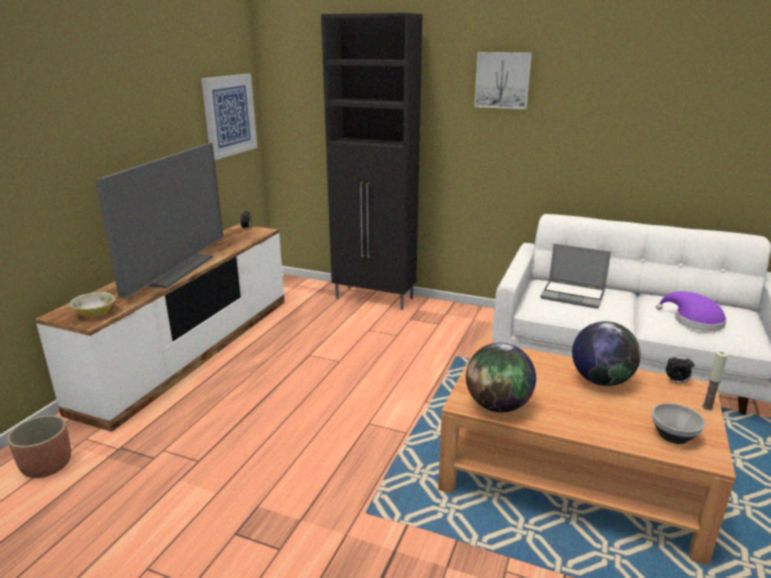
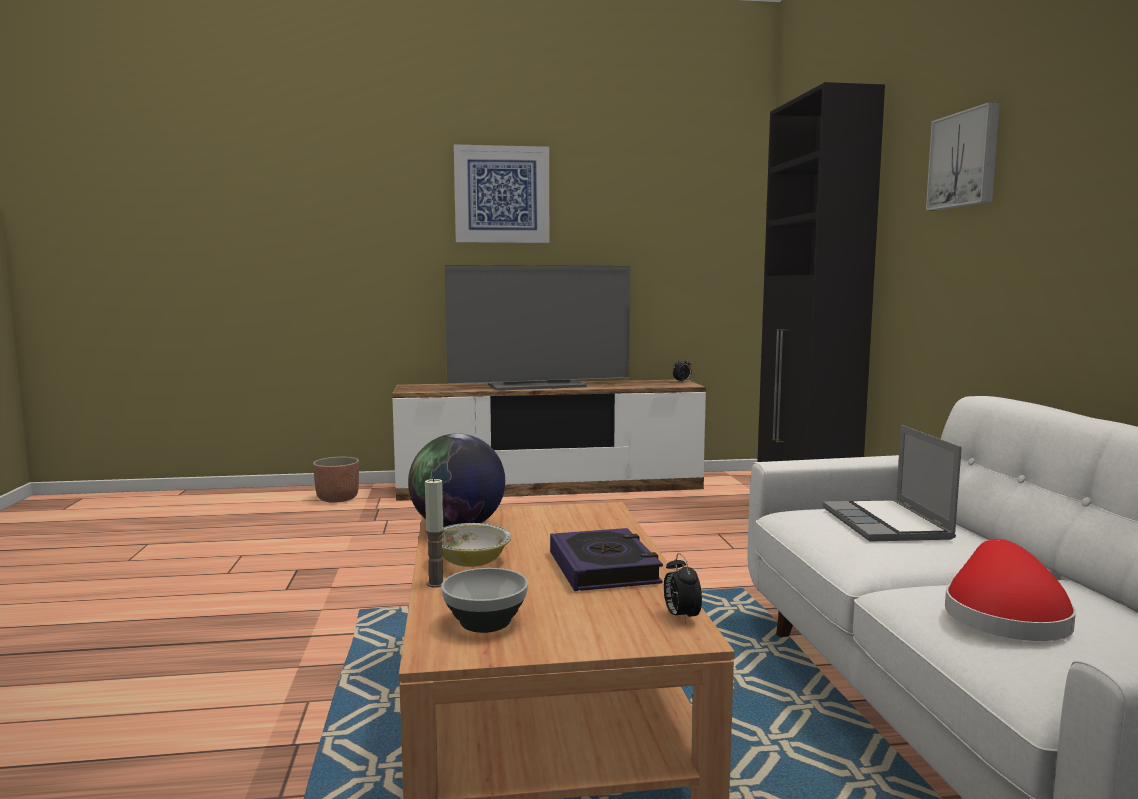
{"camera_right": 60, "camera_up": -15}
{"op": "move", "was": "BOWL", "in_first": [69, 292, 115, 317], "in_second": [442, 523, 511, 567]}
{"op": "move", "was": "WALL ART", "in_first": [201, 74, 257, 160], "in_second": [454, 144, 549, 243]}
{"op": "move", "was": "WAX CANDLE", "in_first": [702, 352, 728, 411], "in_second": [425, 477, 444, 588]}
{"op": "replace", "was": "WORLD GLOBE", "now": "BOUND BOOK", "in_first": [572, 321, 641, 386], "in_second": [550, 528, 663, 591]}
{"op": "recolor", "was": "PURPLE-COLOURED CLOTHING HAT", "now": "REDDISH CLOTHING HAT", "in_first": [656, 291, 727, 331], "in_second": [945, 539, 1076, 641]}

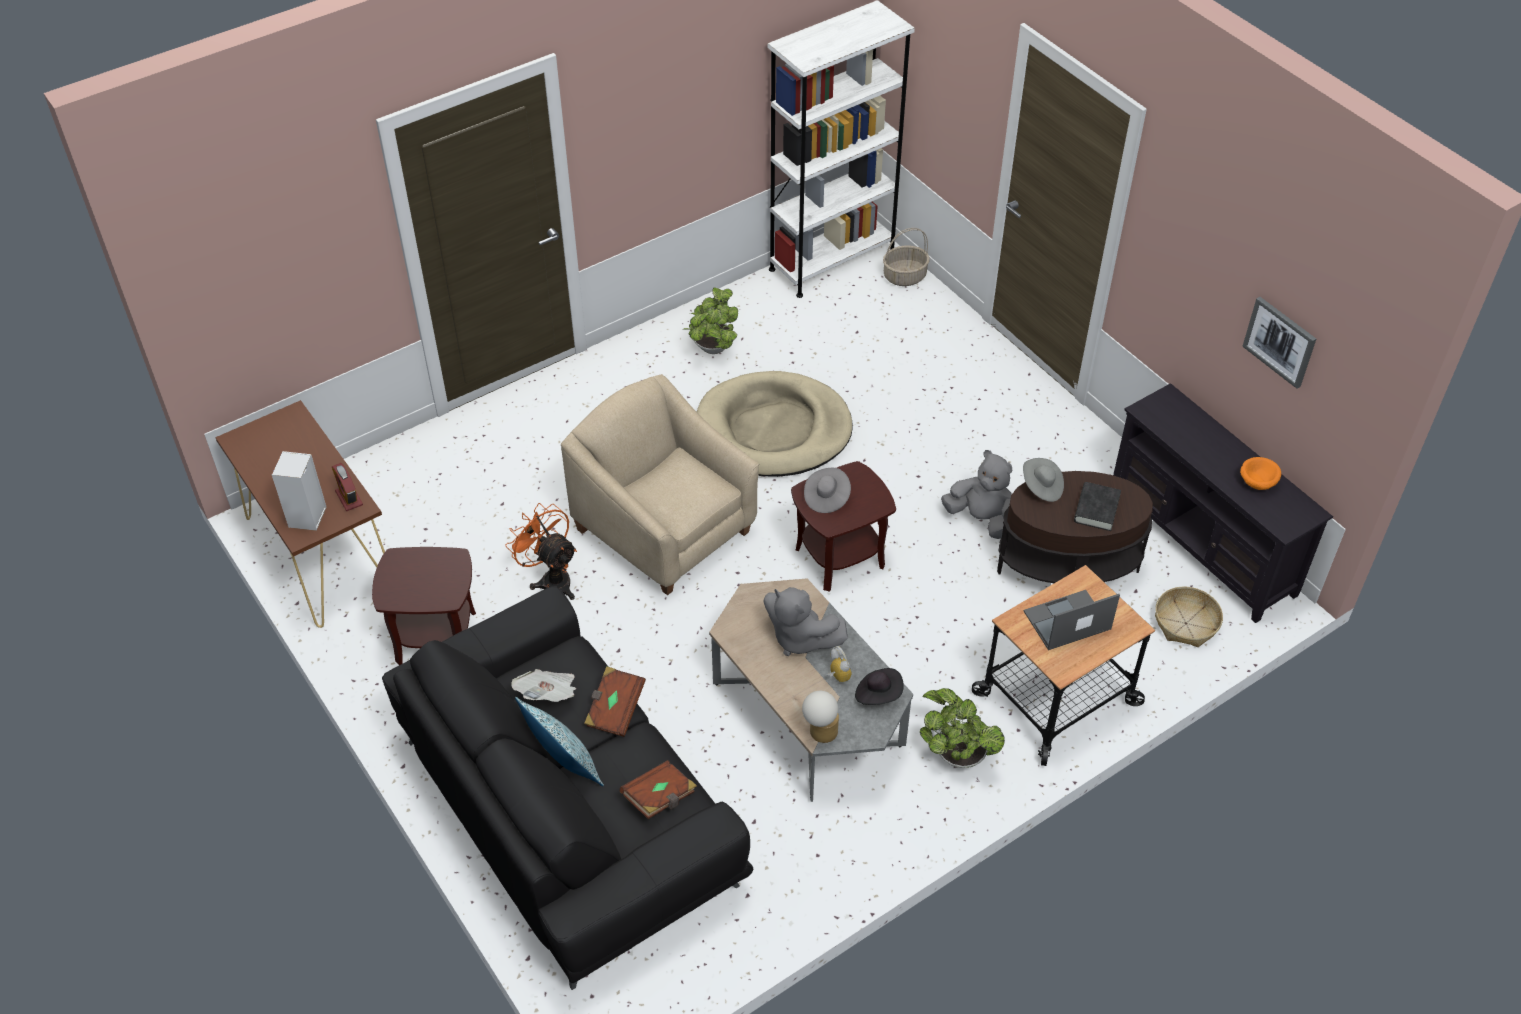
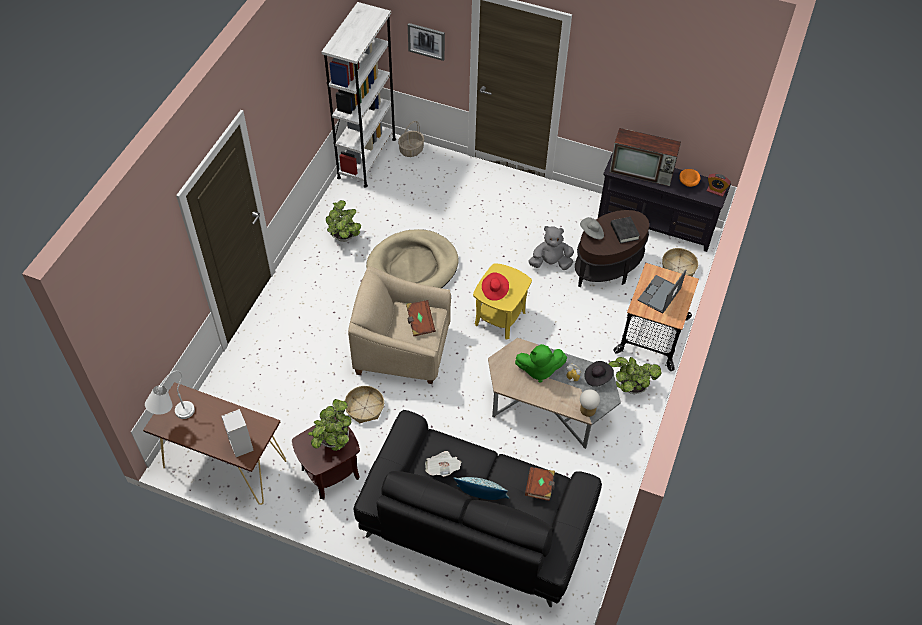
{"camera_right": -35, "camera_up": 5}
{"op": "insert", "now": "WHITE TABLETOP LAMP", "in_second": [145, 370, 195, 419]}
{"op": "insert", "now": "PLANT IN A POT", "in_second": [308, 399, 352, 451]}
{"op": "insert", "now": "TV SET", "in_second": [609, 128, 681, 186]}
{"op": "move", "was": "ALARM CLOCK", "in_first": [332, 463, 363, 511], "in_second": [707, 174, 731, 197]}
{"op": "move", "was": "BROWN BOUND BOOK", "in_first": [584, 666, 646, 737], "in_second": [406, 300, 436, 336]}
{"op": "move", "was": "WALL ART", "in_first": [1242, 297, 1316, 389], "in_second": [408, 23, 445, 61]}
{"op": "replace", "was": "ORANGE COOLING FAN", "now": "BASKET", "in_first": [506, 503, 577, 600], "in_second": [345, 386, 384, 423]}
{"op": "recolor", "was": "GREY CUDDLY TOY", "now": "GREEN-COLOURED CUDDLY TOY", "in_first": [764, 587, 848, 656], "in_second": [515, 344, 567, 383]}
{"op": "recolor", "was": "BROWN END TABLE", "now": "YELLOW-COLOURED END TABLE", "in_first": [791, 461, 896, 592], "in_second": [473, 263, 532, 340]}
{"op": "recolor", "was": "GREY CLOTHING HAT", "now": "REDDISH CLOTHING HAT", "in_first": [804, 468, 851, 513], "in_second": [482, 272, 509, 301]}

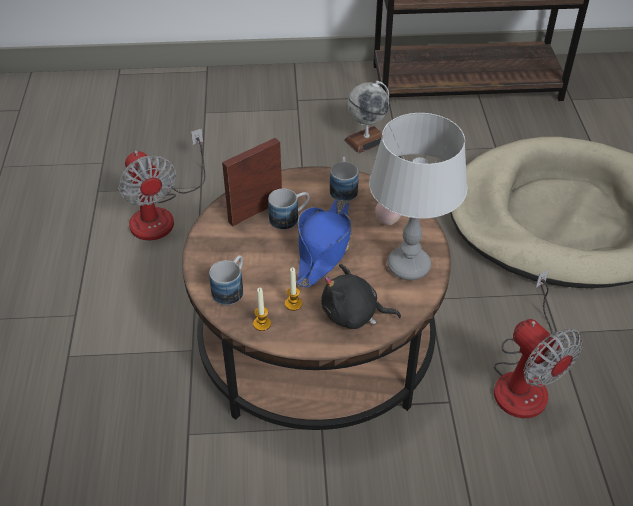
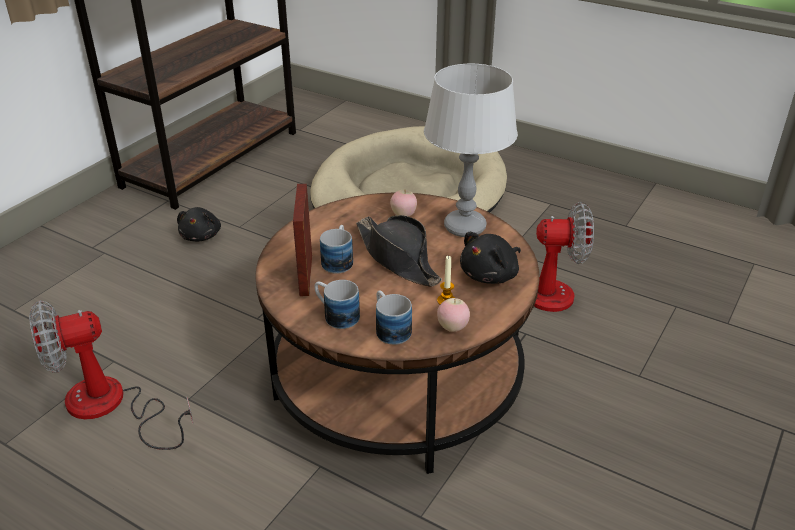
{"camera_right": -55, "camera_up": -10}
{"op": "move", "was": "MUG", "in_first": [330, 157, 359, 201], "in_second": [314, 280, 360, 329]}
{"op": "replace", "was": "WAX CANDLE", "now": "APPLE", "in_first": [253, 288, 271, 331], "in_second": [437, 298, 470, 332]}
{"op": "replace", "was": "WORLD GLOBE", "now": "BLACK CUDDLY TOY", "in_first": [344, 81, 389, 154], "in_second": [177, 207, 221, 242]}
{"op": "recolor", "was": "BLUISH CLOTHING HAT", "now": "BLACK CLOTHING HAT", "in_first": [297, 200, 352, 287], "in_second": [356, 215, 442, 287]}
{"op": "rotate", "was": "COOLING FAN", "in_first": [118, 128, 205, 240], "in_second": [29, 300, 193, 450], "clockwise": 150}

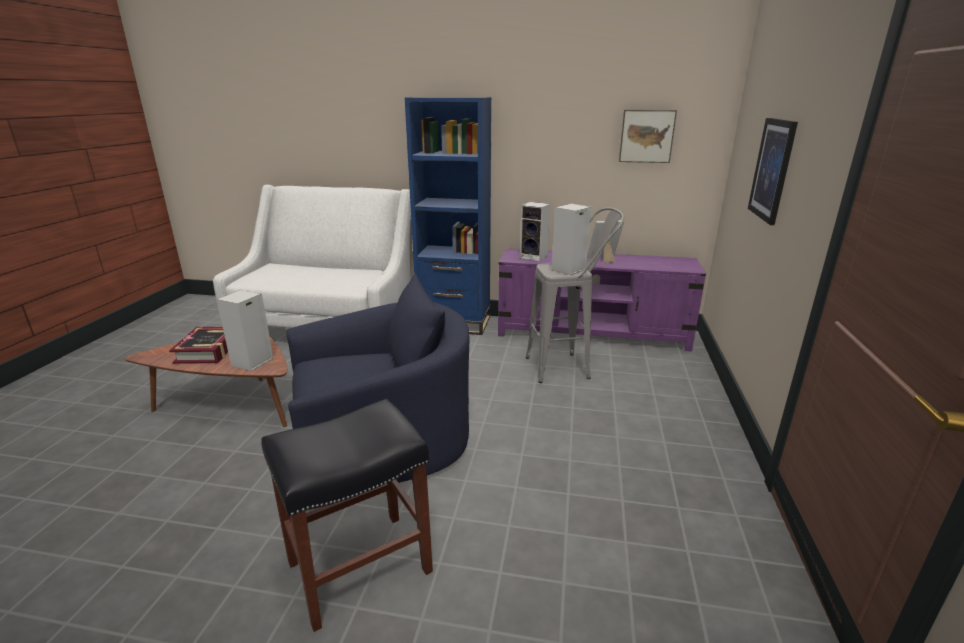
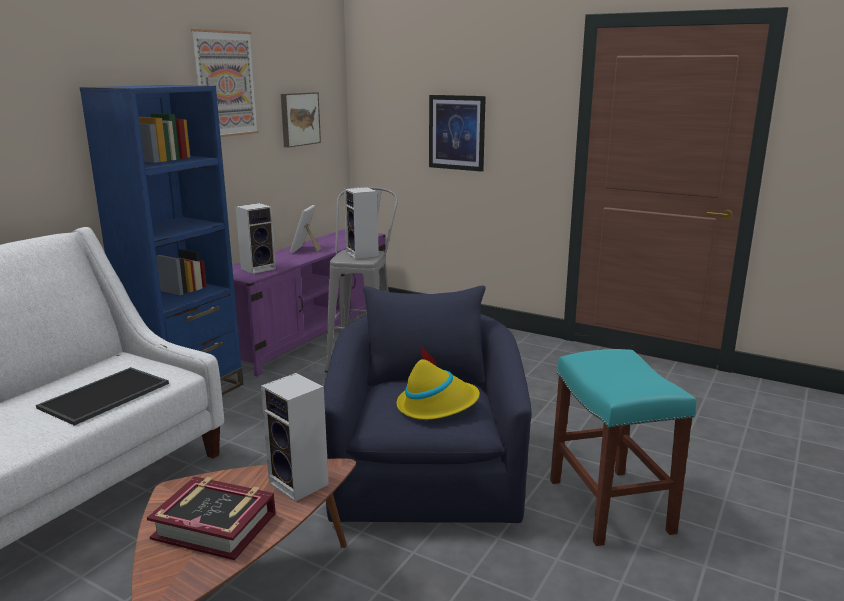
{"camera_right": -70, "camera_up": -5}
{"op": "insert", "now": "SERVING TRAY", "in_second": [36, 367, 169, 426]}
{"op": "insert", "now": "WALL ART", "in_second": [191, 29, 259, 137]}
{"op": "insert", "now": "YELLOW-COLOURED CLOTHING HAT", "in_second": [397, 345, 480, 420]}
{"op": "recolor", "was": "BLACK STOOL", "now": "BLUE-GREEN STOOL", "in_first": [261, 399, 433, 632], "in_second": [550, 349, 696, 546]}

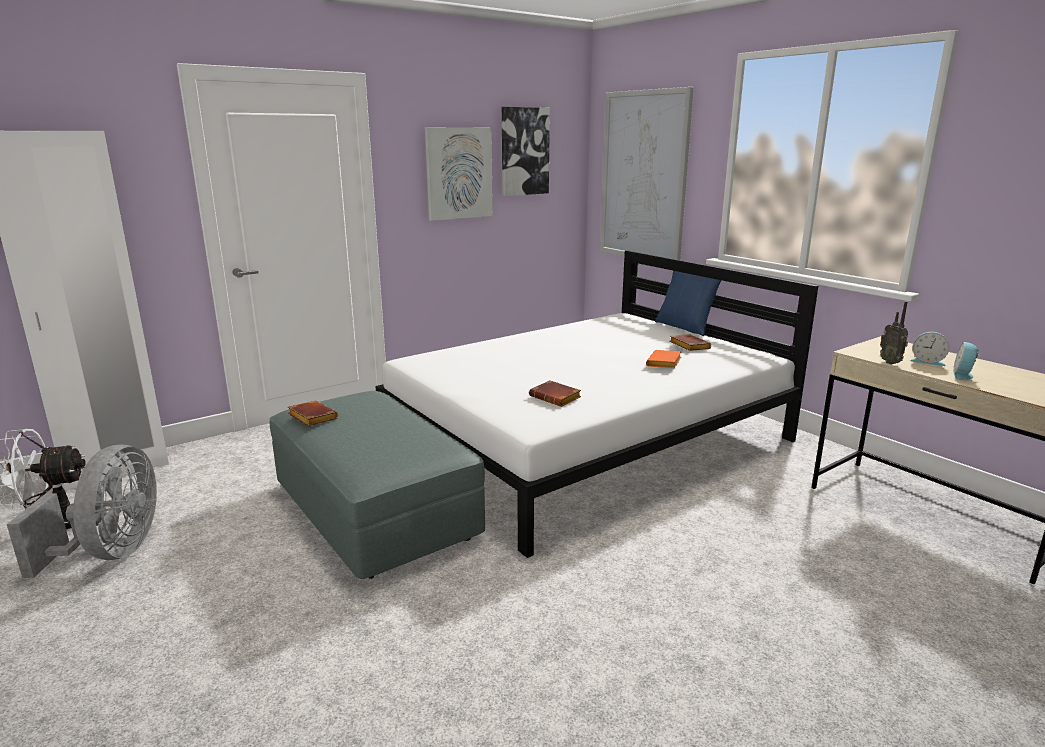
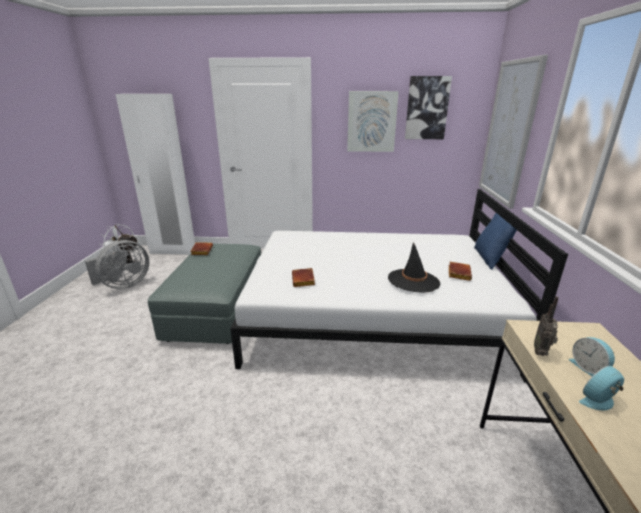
{"camera_right": 40, "camera_up": 5}
{"op": "replace", "was": "ORANGE BOUND BOOK", "now": "BLACK CLOTHING HAT", "in_first": [646, 350, 681, 368], "in_second": [388, 242, 440, 293]}

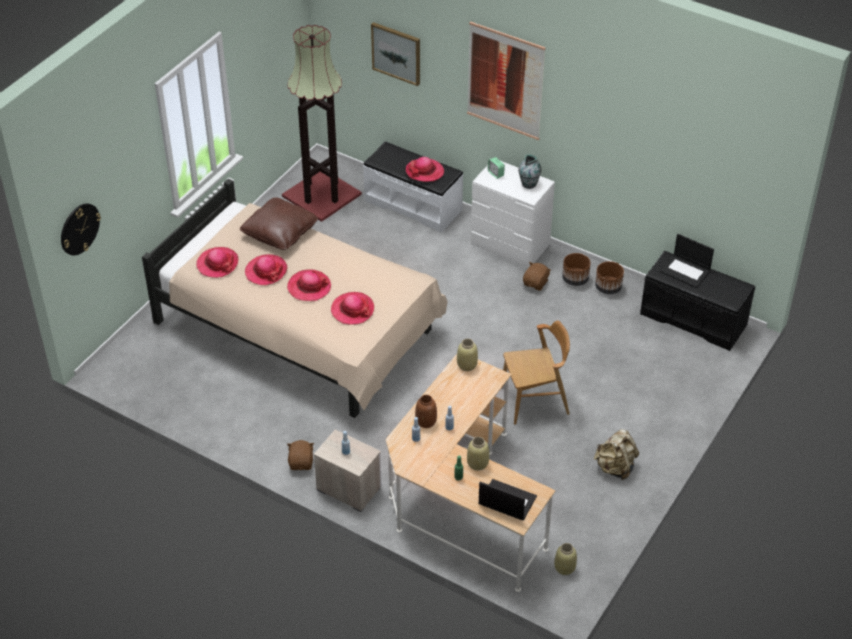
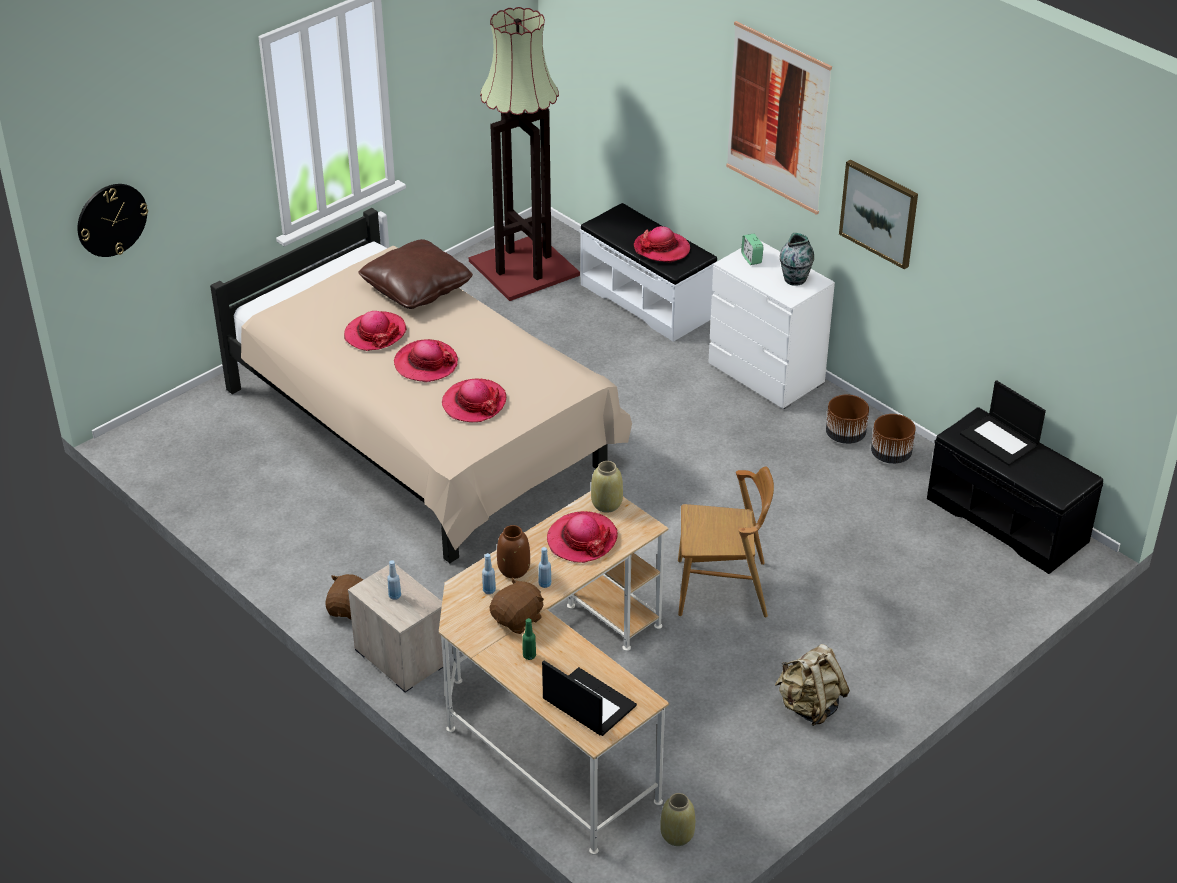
{"camera_right": 15, "camera_up": -5}
{"op": "delete", "was": "BEIGE-COLOURED FLOWER VASE", "in_first": [467, 437, 489, 471]}
{"op": "move", "was": "CLOTHING HAT", "in_first": [196, 247, 238, 278], "in_second": [547, 511, 618, 563]}
{"op": "move", "was": "WALL ART", "in_first": [371, 22, 420, 86], "in_second": [839, 159, 918, 269]}
{"op": "move", "was": "BROWN CUDDLY TOY", "in_first": [523, 262, 551, 291], "in_second": [490, 577, 544, 634]}

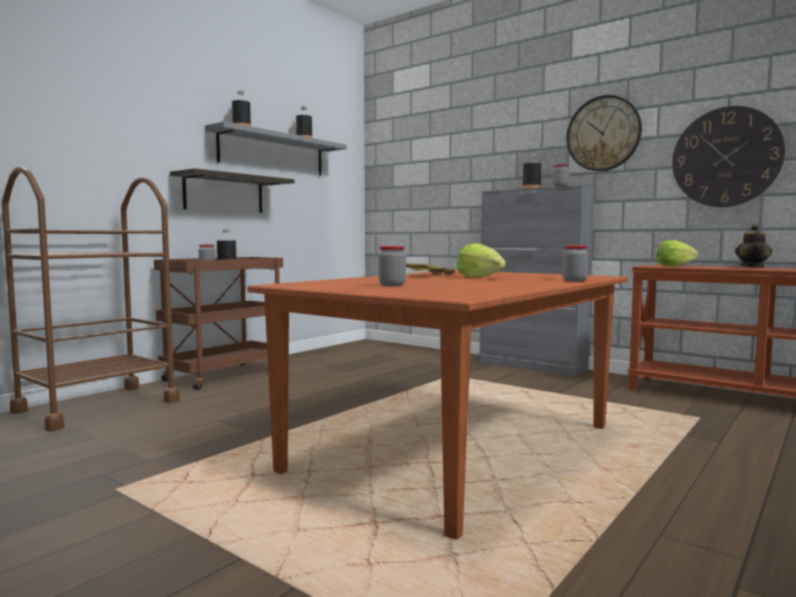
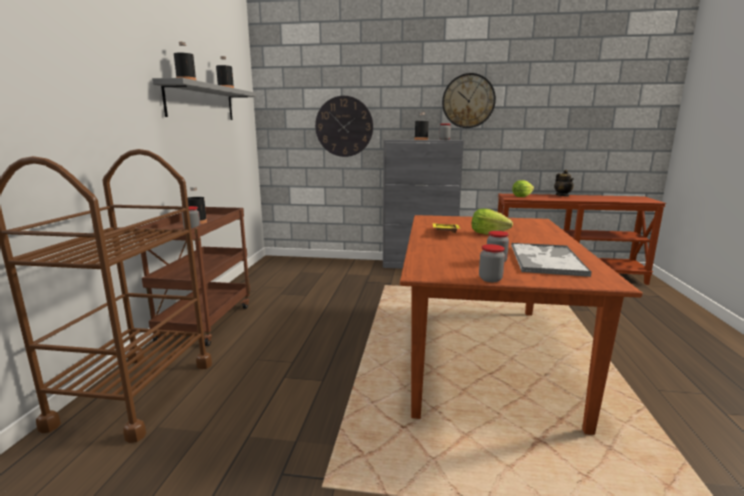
{"camera_right": -30, "camera_up": 10}
{"op": "delete", "was": "WALL SHELF", "in_first": [170, 168, 295, 213]}
{"op": "insert", "now": "SERVING TRAY", "in_second": [511, 243, 592, 277]}
{"op": "move", "was": "JAR", "in_first": [562, 245, 588, 281], "in_second": [479, 244, 505, 282]}
{"op": "move", "was": "CLOCK ON THE WALL", "in_first": [672, 106, 785, 207], "in_second": [315, 96, 373, 157]}

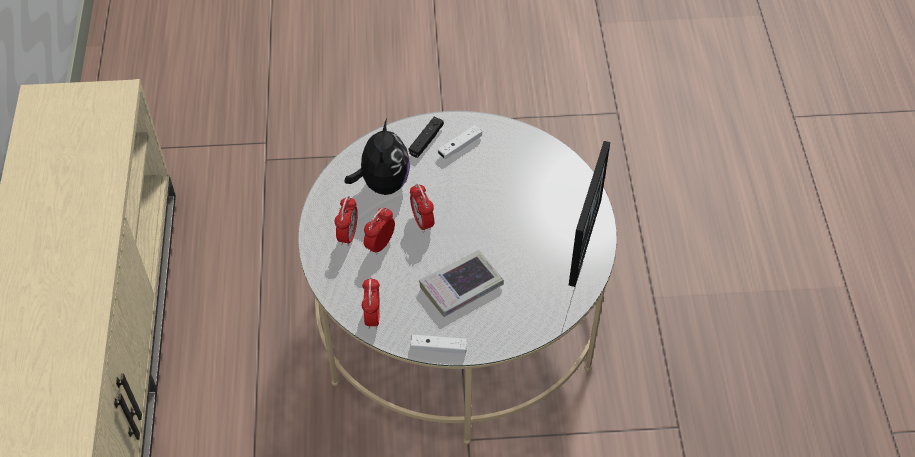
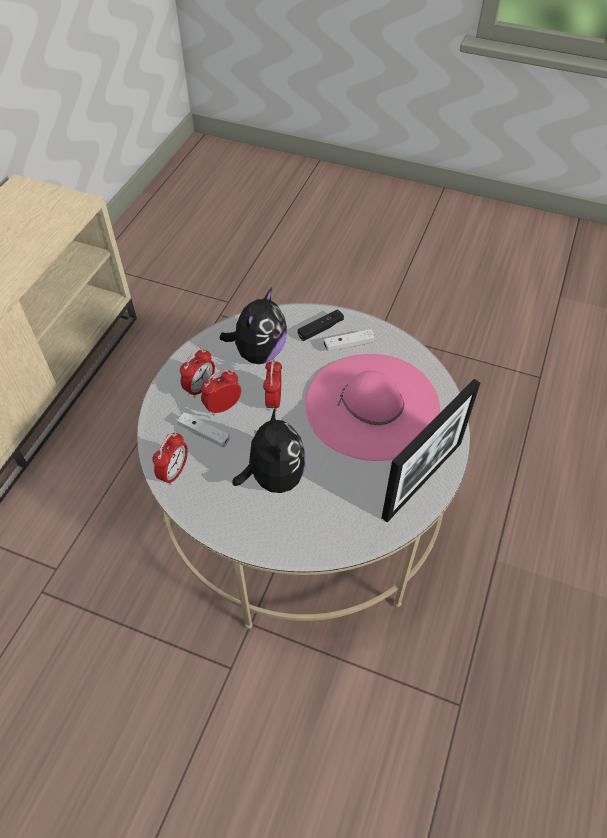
{"camera_right": 25, "camera_up": 0}
{"op": "insert", "now": "PINK CLOTHING HAT", "in_second": [306, 354, 440, 461]}
{"op": "move", "was": "WHITE GAMEPAD", "in_first": [410, 335, 467, 354], "in_second": [177, 412, 230, 448]}
{"op": "replace", "was": "BOUND BOOK", "now": "CUDDLY TOY", "in_first": [419, 250, 504, 317], "in_second": [233, 407, 306, 493]}

